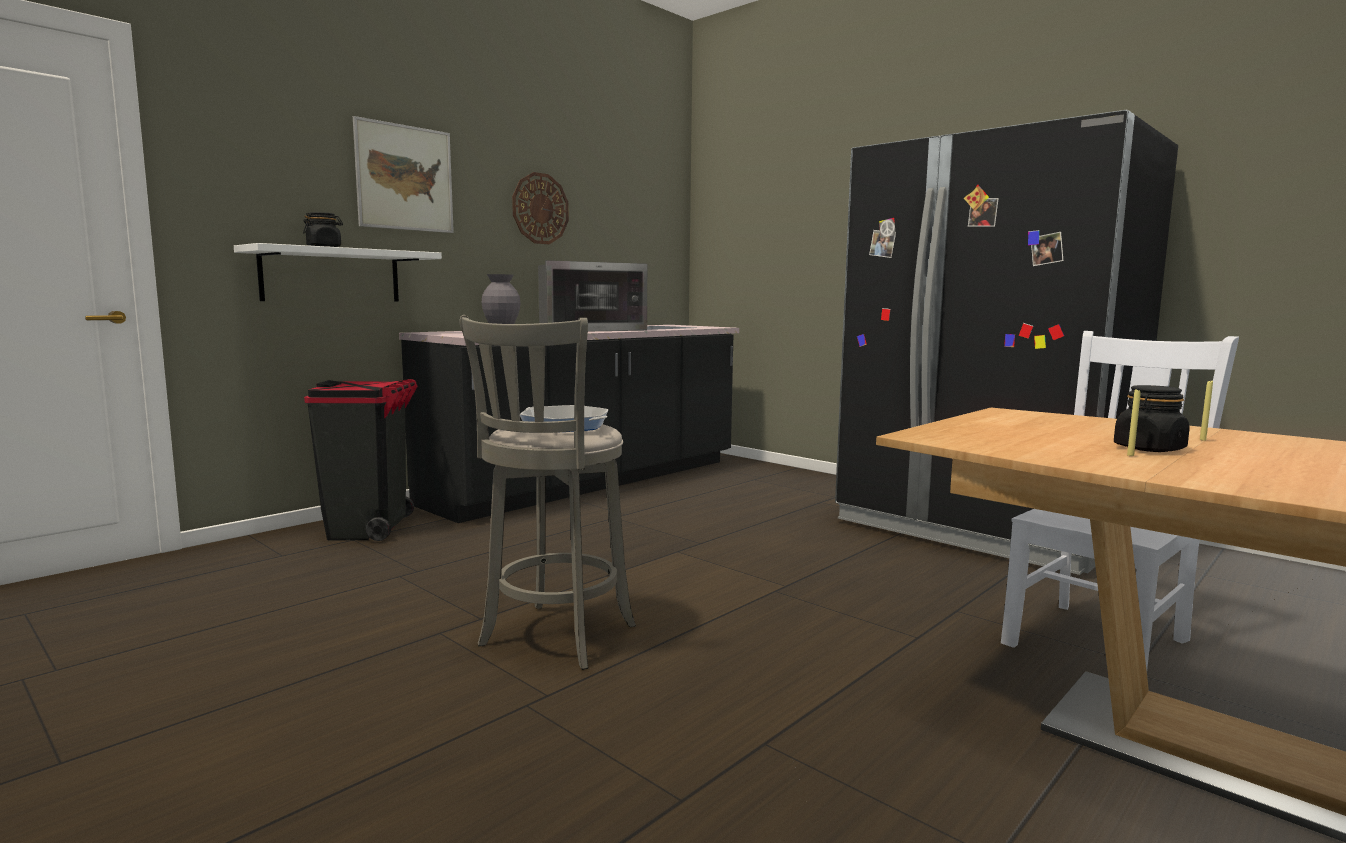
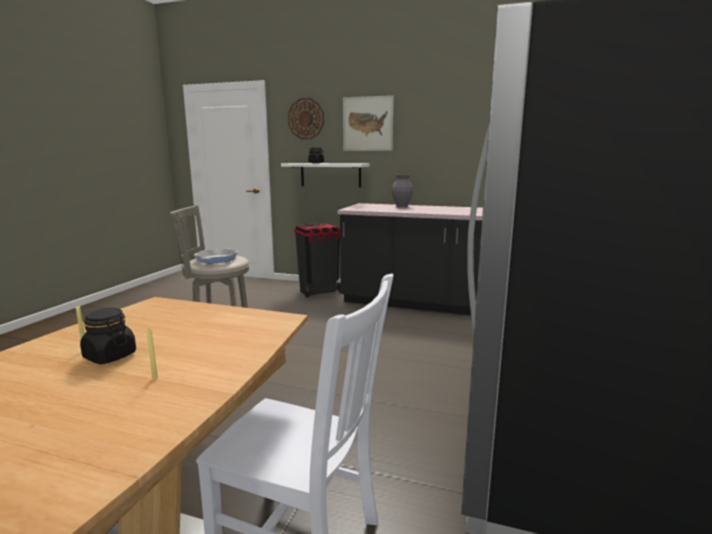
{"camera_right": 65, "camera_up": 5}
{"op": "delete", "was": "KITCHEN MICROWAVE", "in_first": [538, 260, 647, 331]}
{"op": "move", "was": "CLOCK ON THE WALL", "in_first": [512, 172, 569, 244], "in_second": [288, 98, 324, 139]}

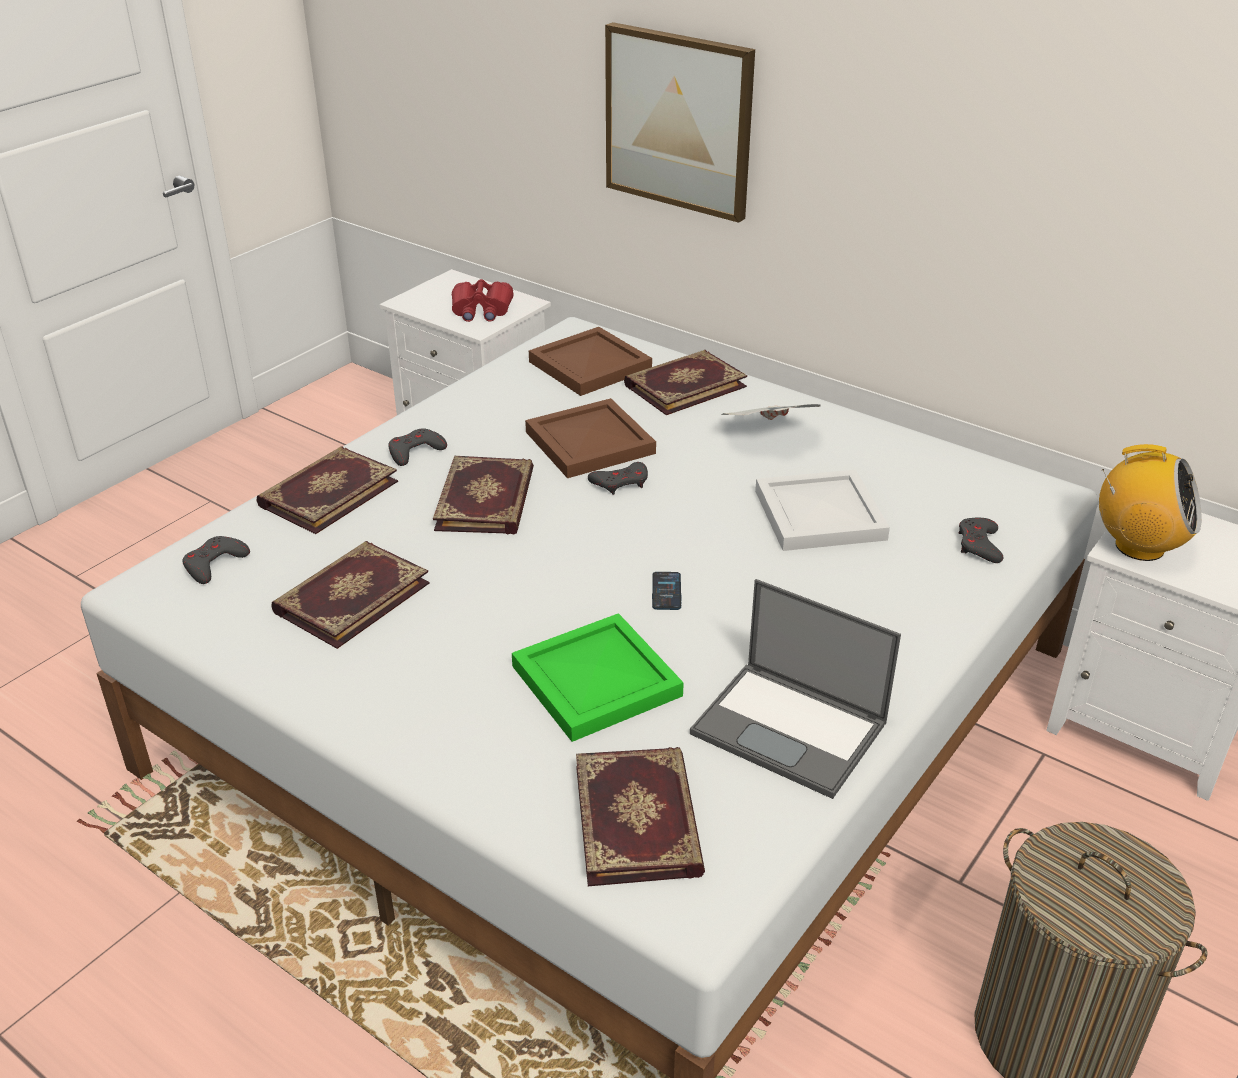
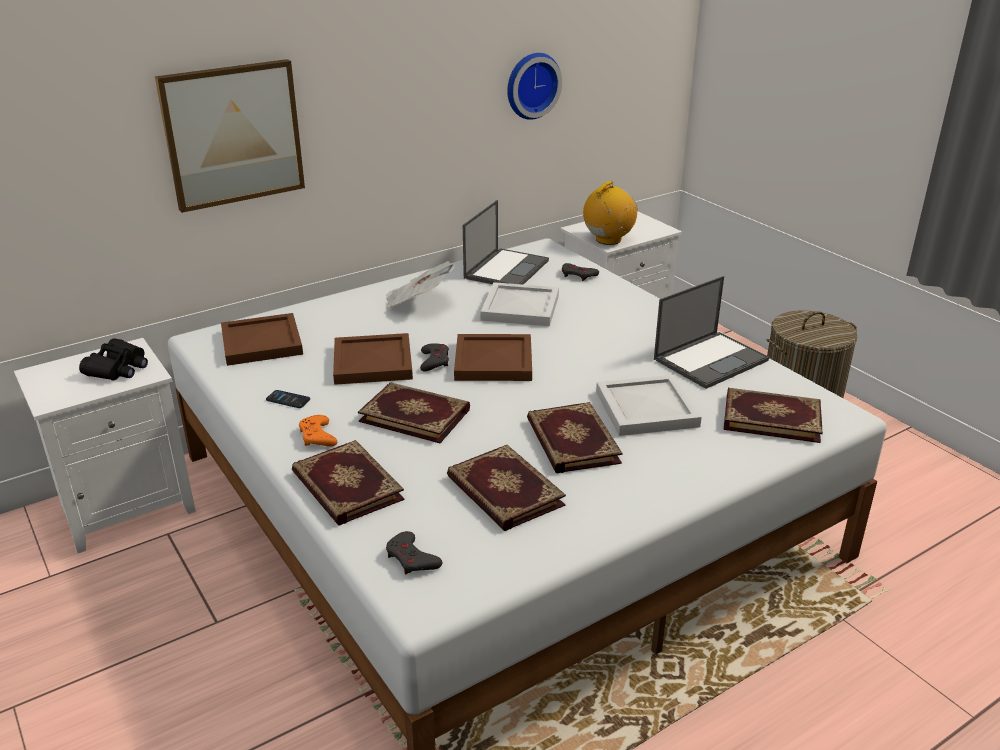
{"camera_right": -70, "camera_up": -5}
{"op": "insert", "now": "BROWN SERVING TRAY", "in_second": [454, 334, 532, 381]}
{"op": "insert", "now": "NOTEBOOK COMPUTER", "in_second": [463, 200, 549, 285]}
{"op": "insert", "now": "CLOCK ON THE WALL", "in_second": [507, 53, 562, 120]}
{"op": "move", "was": "BOUND BOOK", "in_first": [624, 350, 747, 415], "in_second": [527, 402, 623, 473]}
{"op": "move", "was": "HANDSET", "in_first": [652, 572, 682, 610], "in_second": [266, 390, 310, 408]}
{"op": "recolor", "was": "GREY GAMEPAD", "now": "ORANGE GAMEPAD", "in_first": [388, 428, 447, 466], "in_second": [299, 415, 337, 447]}
{"op": "recolor", "was": "REDDISH FIELD GLASSES", "now": "BLACK FIELD GLASSES", "in_first": [452, 279, 514, 322], "in_second": [79, 339, 148, 381]}
{"op": "recolor", "was": "GREEN-COLOURED SERVING TRAY", "now": "WHITE SERVING TRAY", "in_first": [512, 613, 684, 742], "in_second": [596, 375, 702, 436]}

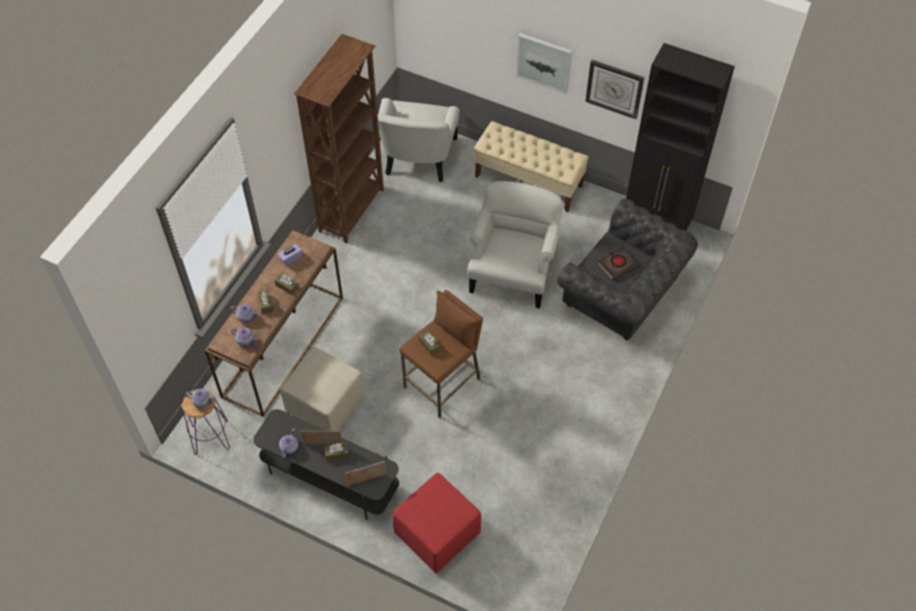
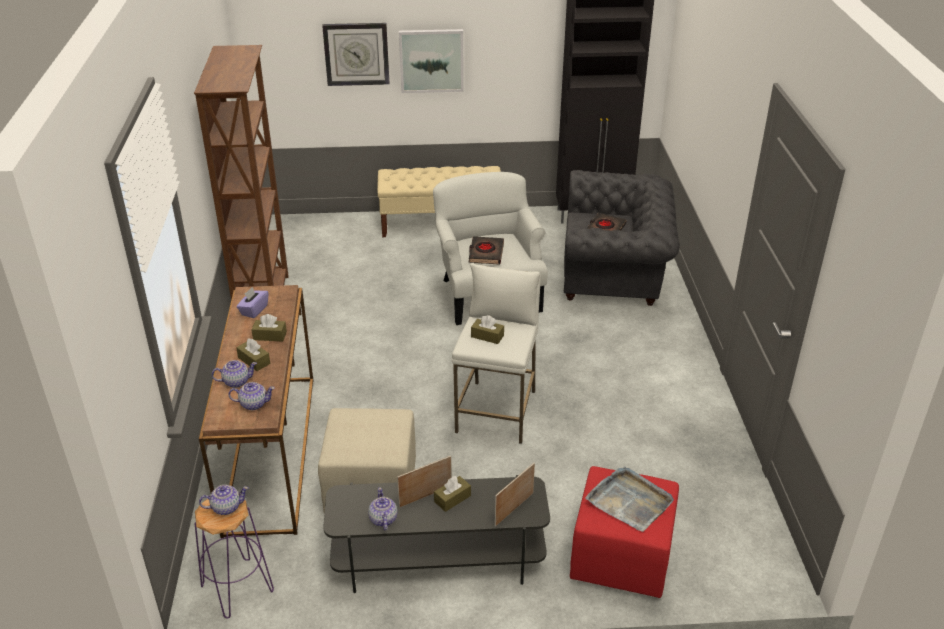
{"camera_right": -30, "camera_up": -20}
{"op": "delete", "was": "WHITE LOUNGE CHAIR", "in_first": [378, 98, 460, 182]}
{"op": "insert", "now": "BLACK BOUND BOOK", "in_second": [469, 236, 504, 265]}
{"op": "insert", "now": "GREY SERVING TRAY", "in_second": [585, 467, 674, 532]}
{"op": "move", "was": "CLOCK ON THE WALL", "in_first": [585, 60, 645, 119], "in_second": [322, 23, 390, 86]}
{"op": "recolor", "was": "BROWN STOOL", "now": "WHITE STOOL", "in_first": [399, 290, 483, 418], "in_second": [452, 263, 541, 444]}

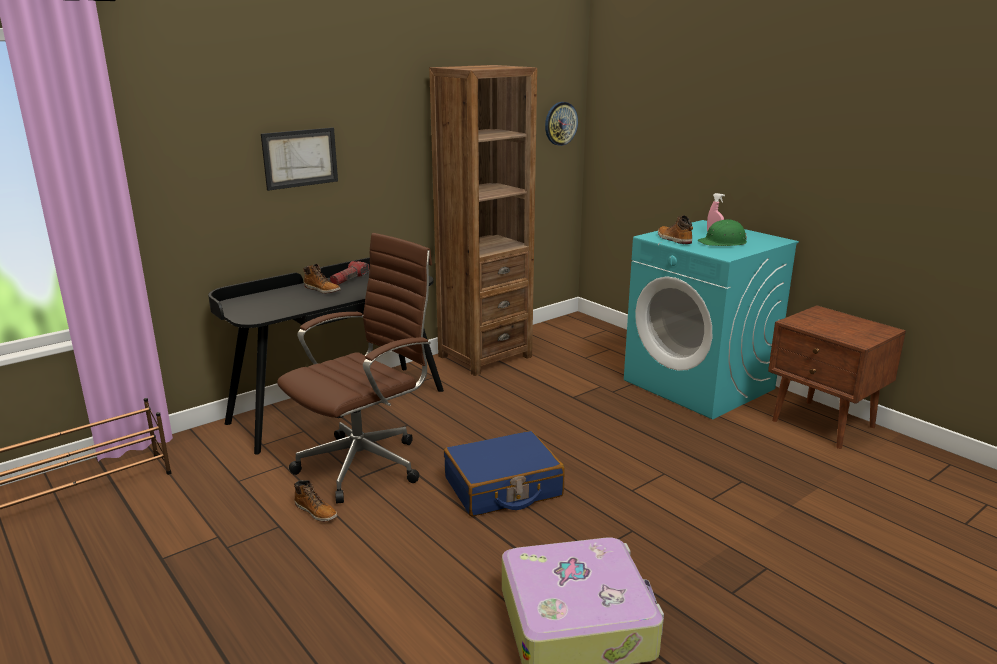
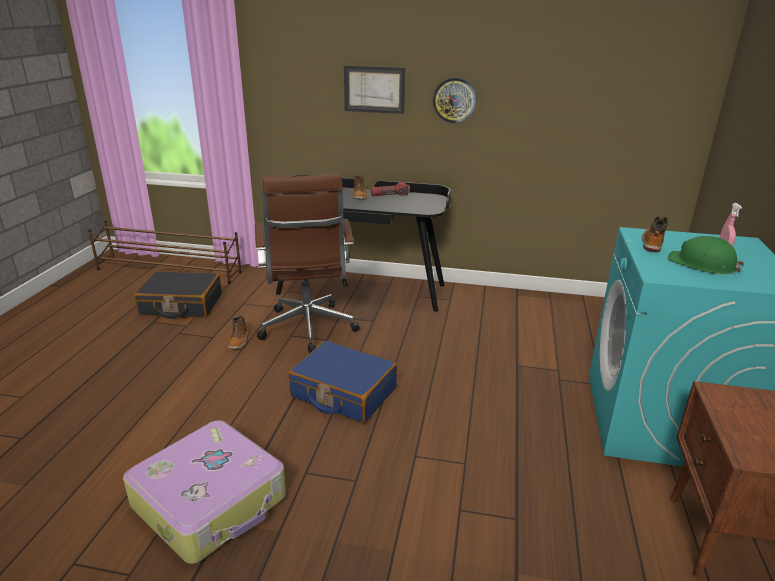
{"camera_right": 50, "camera_up": 5}
{"op": "delete", "was": "BROWN BOOKCASE", "in_first": [429, 65, 537, 376]}
{"op": "insert", "now": "BLACK SUITCASE", "in_second": [134, 271, 222, 319]}
{"op": "move", "was": "CLOCK ON THE WALL", "in_first": [545, 102, 578, 146], "in_second": [433, 77, 477, 123]}
{"op": "rotate", "was": "BROWN COMPUTER CHAIR", "in_first": [277, 233, 432, 503], "in_second": [255, 174, 360, 353], "clockwise": 75}

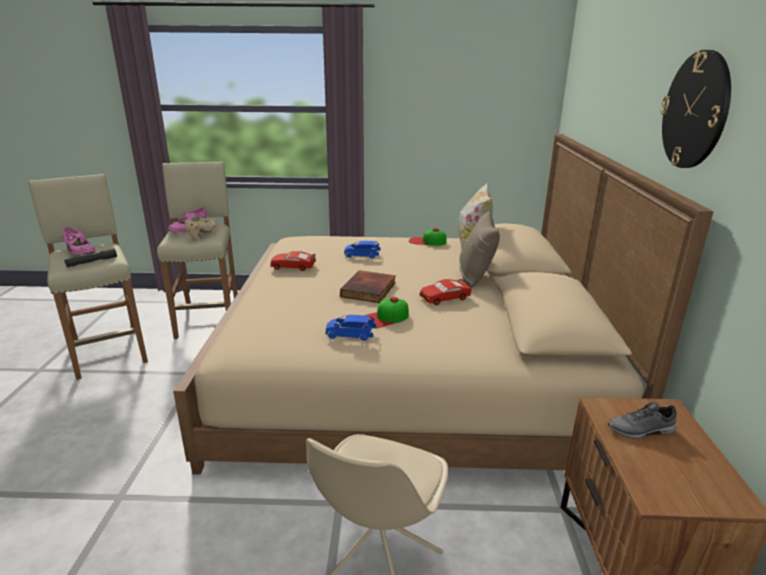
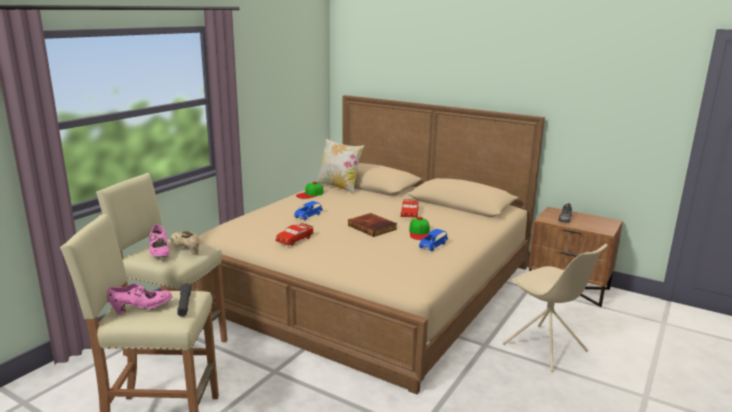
{"camera_right": -60, "camera_up": -5}
{"op": "delete", "was": "BEIGE-COLOURED PILLOW", "in_first": [459, 211, 500, 289]}
{"op": "delete", "was": "CLOCK ON THE WALL", "in_first": [660, 50, 731, 168]}

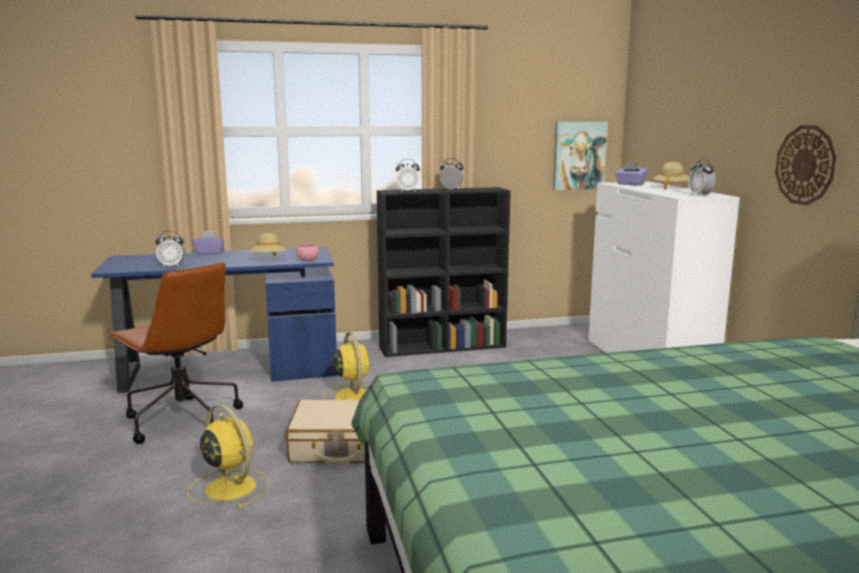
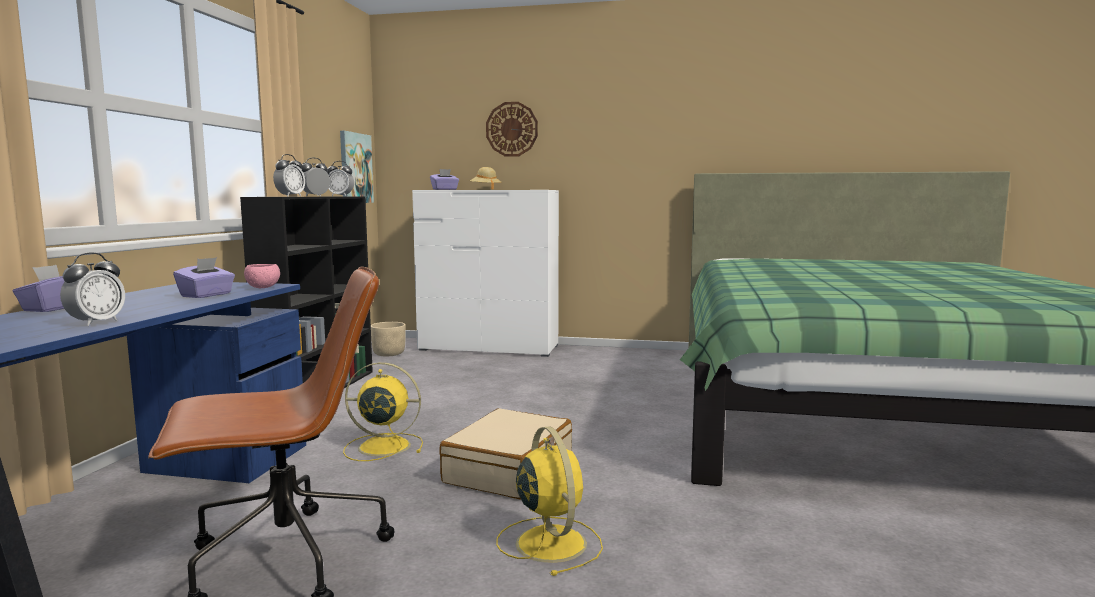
{"camera_right": -65, "camera_up": -5}
{"op": "insert", "now": "BEIGE-COLOURED PLANTER", "in_second": [371, 322, 405, 356]}
{"op": "move", "was": "ALARM CLOCK", "in_first": [688, 158, 716, 197], "in_second": [327, 161, 354, 196]}
{"op": "move", "was": "CLOCK ON THE WALL", "in_first": [775, 125, 837, 205], "in_second": [486, 102, 538, 157]}
{"op": "replace", "was": "BEIGE-COLOURED CLOTHING HAT", "now": "PURPLE-COLOURED BOX OF TISSUES", "in_first": [249, 233, 287, 256], "in_second": [173, 257, 235, 298]}
{"op": "rotate", "was": "YELLOW-COLOURED COOLING FAN", "in_first": [187, 404, 270, 509], "in_second": [496, 426, 603, 576], "clockwise": 90}

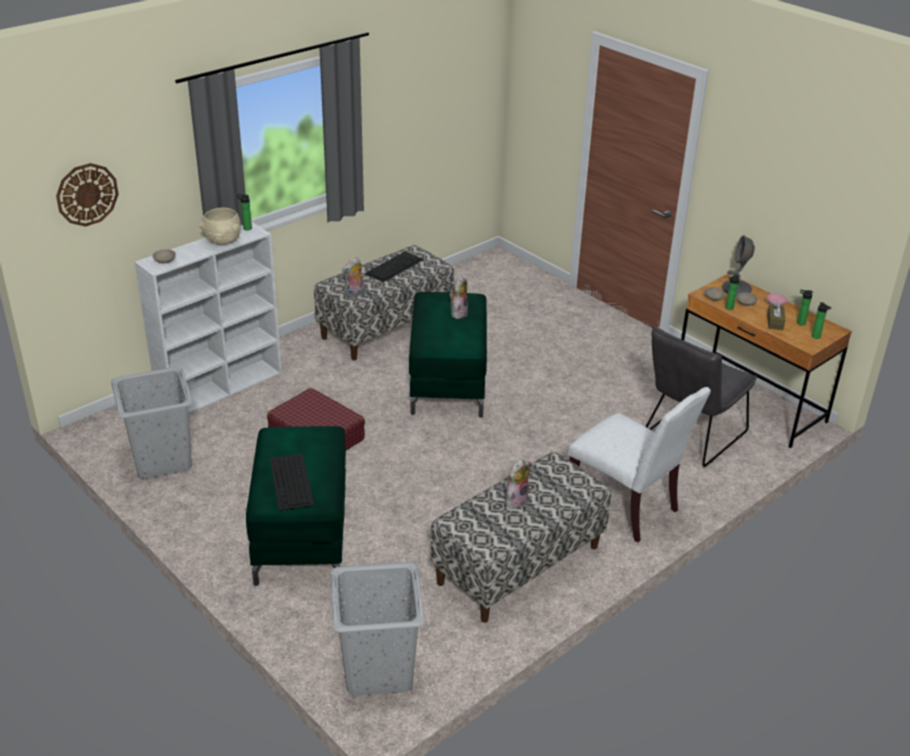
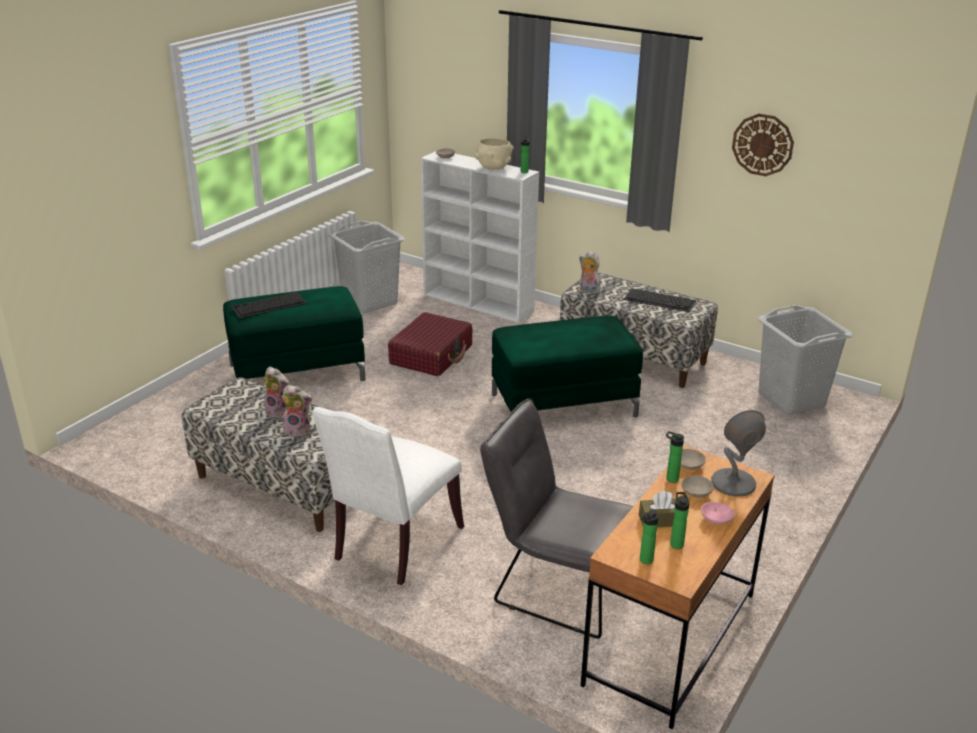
{"camera_right": 75, "camera_up": -5}
{"op": "move", "was": "CLOCK ON THE WALL", "in_first": [56, 163, 119, 227], "in_second": [732, 114, 794, 176]}
{"op": "move", "was": "GREY WASHING BASKET", "in_first": [331, 562, 425, 696], "in_second": [758, 305, 854, 415]}
{"op": "move", "was": "CUDDLY TOY", "in_first": [450, 276, 468, 319], "in_second": [282, 385, 312, 438]}

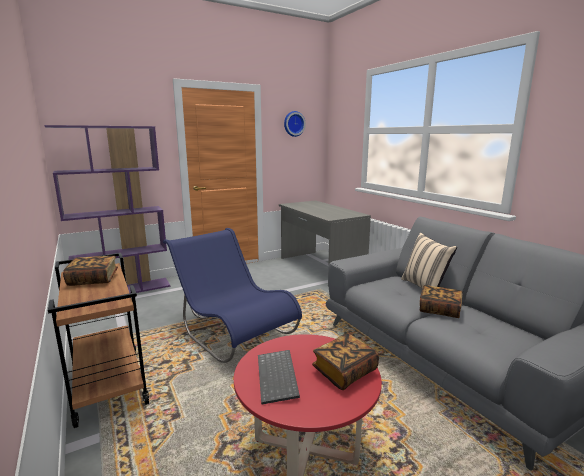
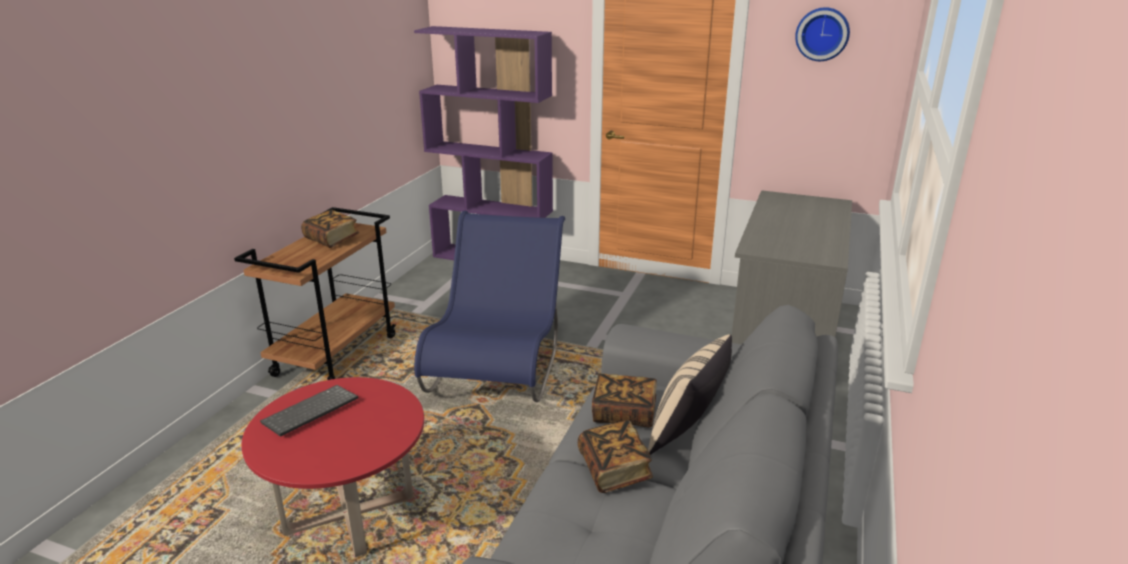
{"camera_right": 50, "camera_up": 10}
{"op": "move", "was": "BOUND BOOK", "in_first": [312, 334, 379, 390], "in_second": [592, 373, 657, 428]}

